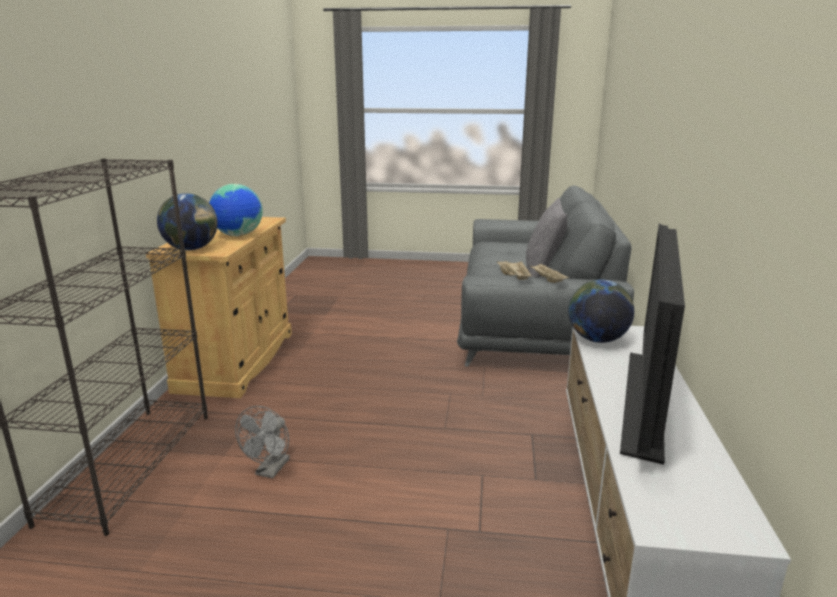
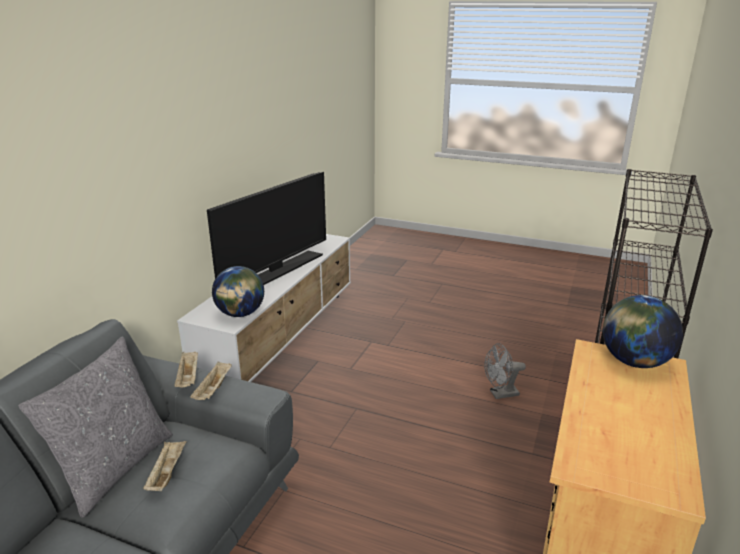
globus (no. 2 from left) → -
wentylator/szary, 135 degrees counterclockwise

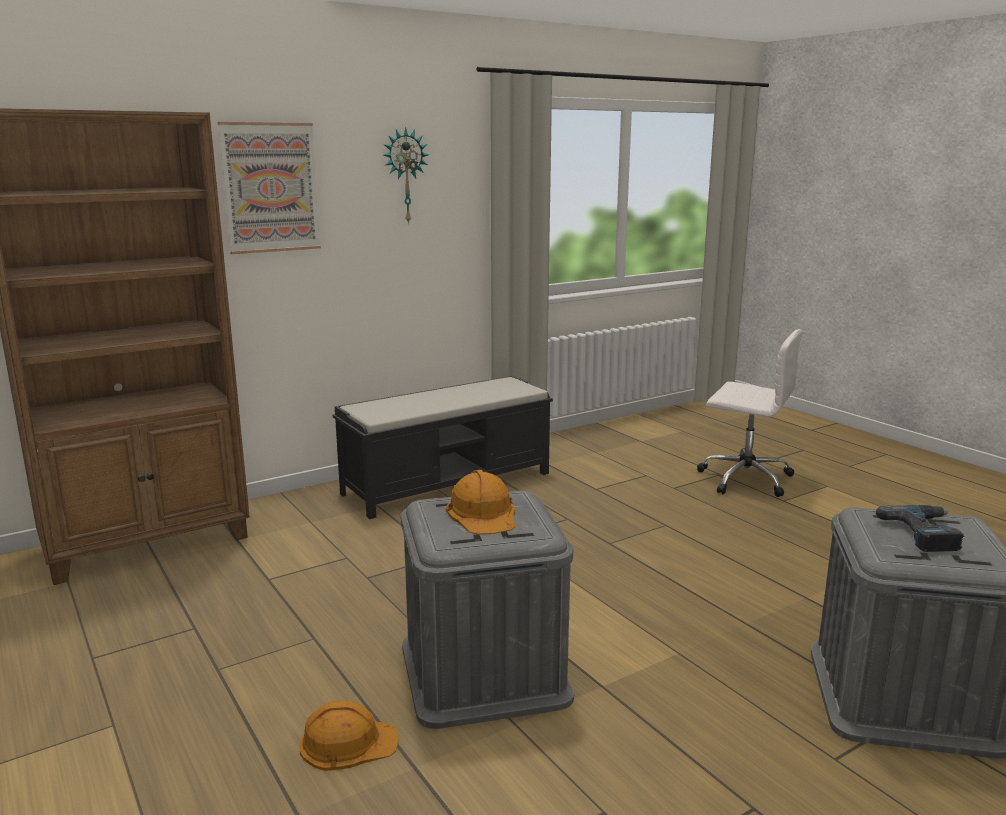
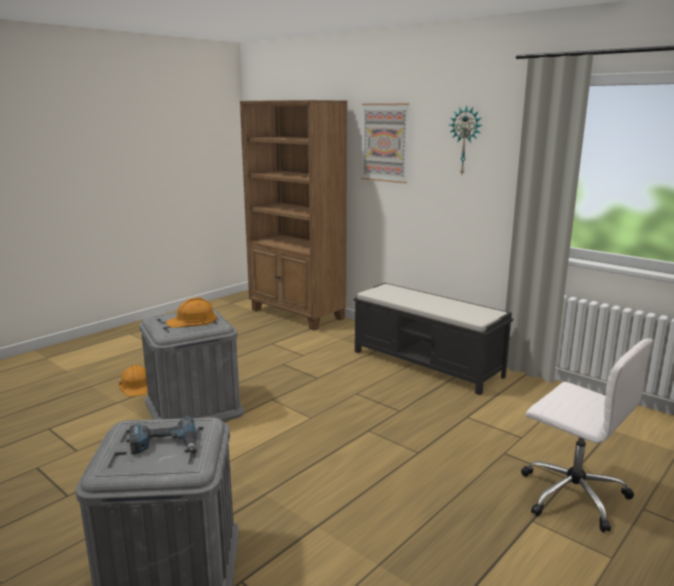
krzesło biurowe/biały, 60 degrees counterclockwise

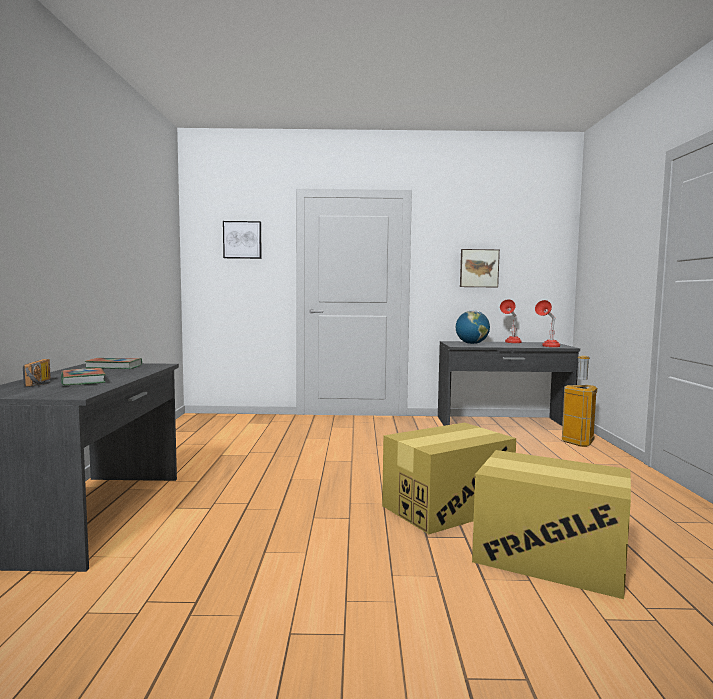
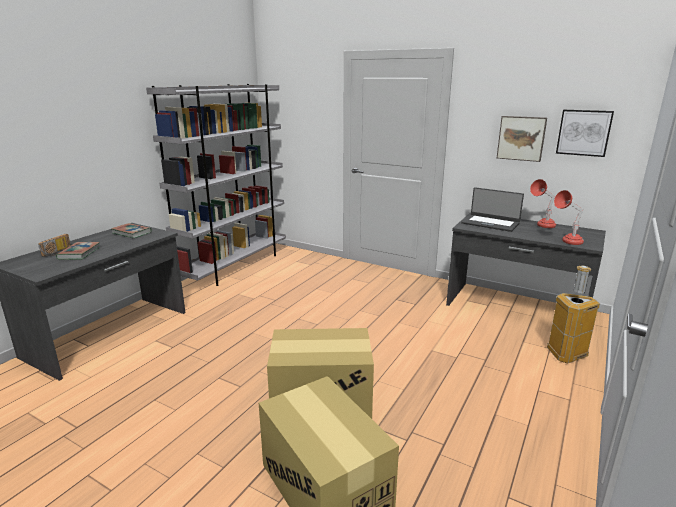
- → regał/szary
obraz (no. 1 from left in the first image) → obraz (no. 2 from left), relocated
globus → laptop

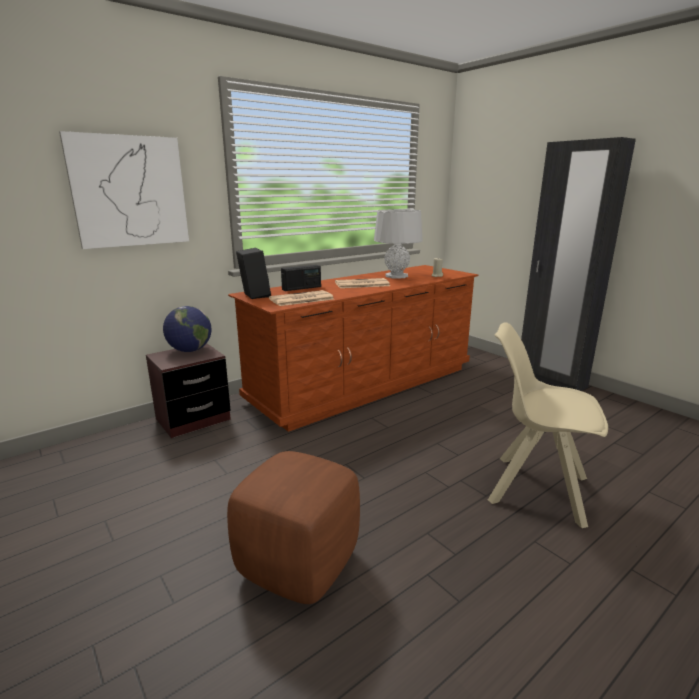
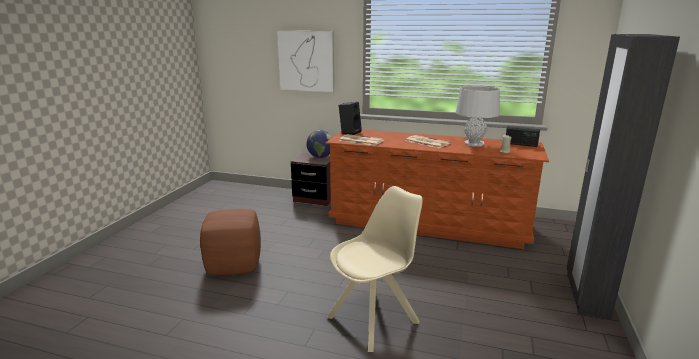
radio, relocated
krzesło/beżowy, 60 degrees clockwise

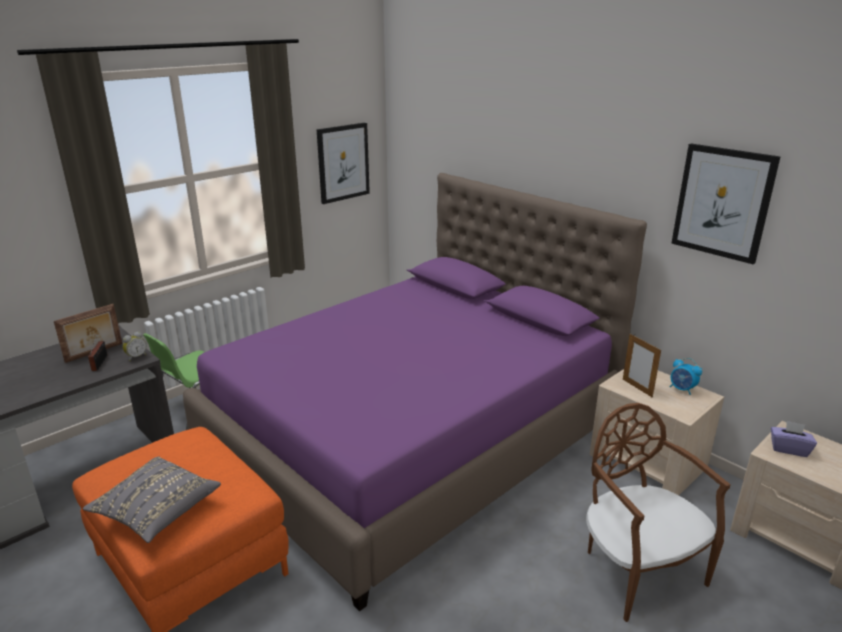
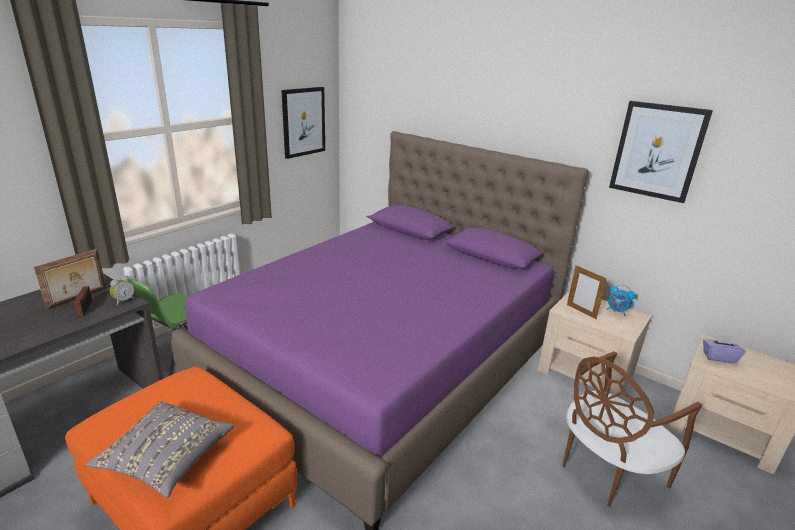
krzesło/brązowy, 90 degrees counterclockwise

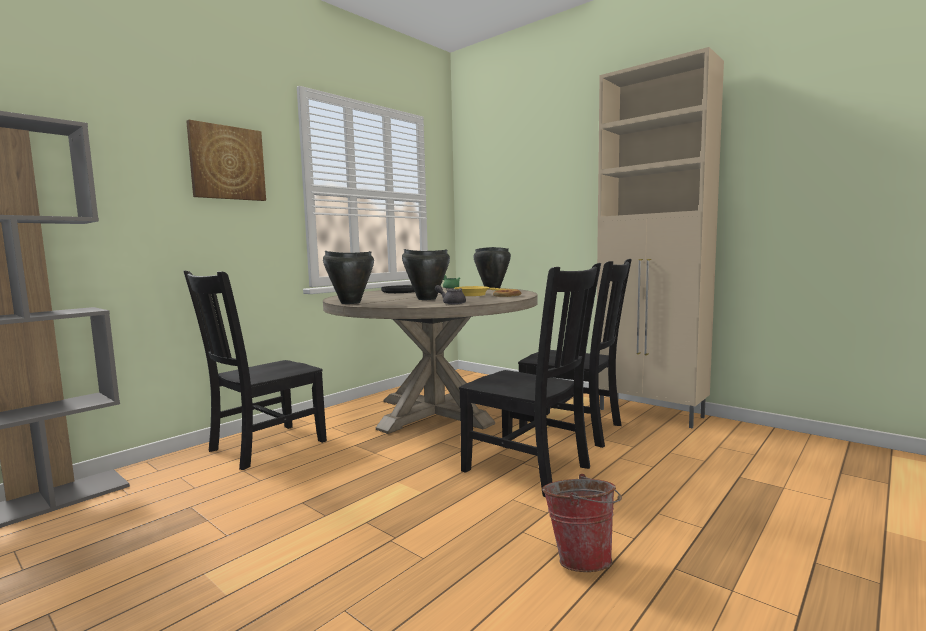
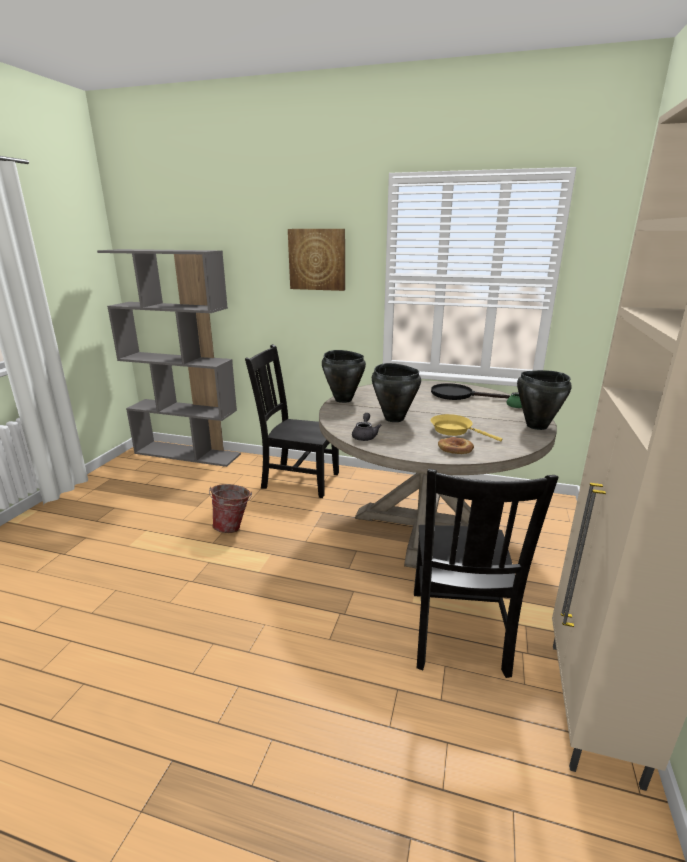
krzesło/czarny (no. 2 from left) → -
wiadro, relocated

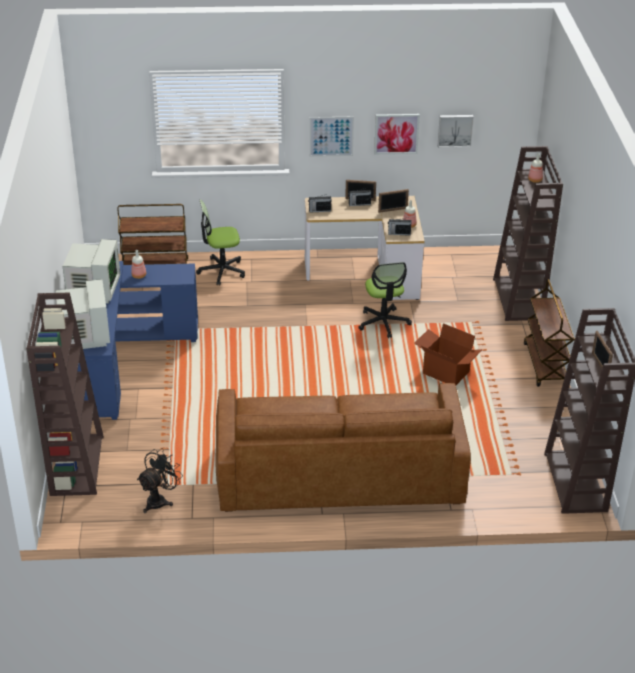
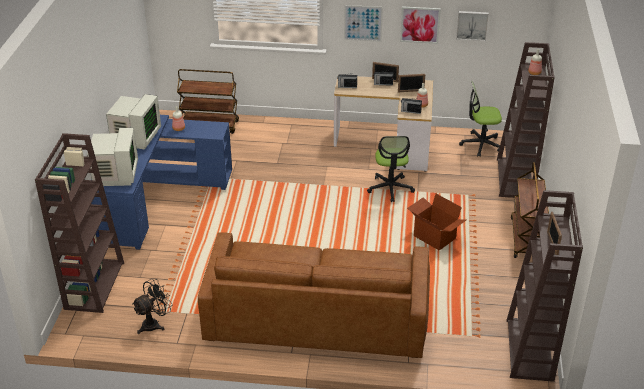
krzesło biurowe (no. 1 from left in the first image) → krzesło biurowe (no. 2 from left), relocated

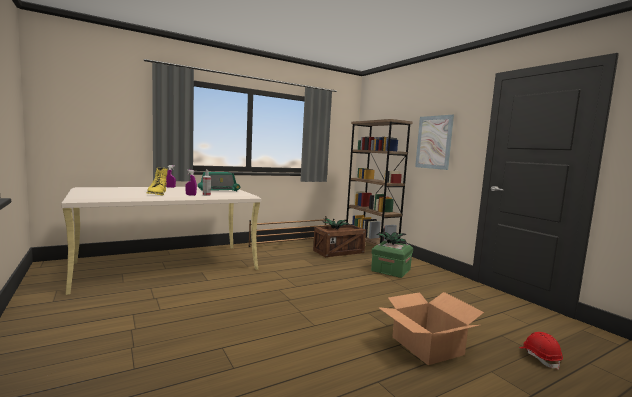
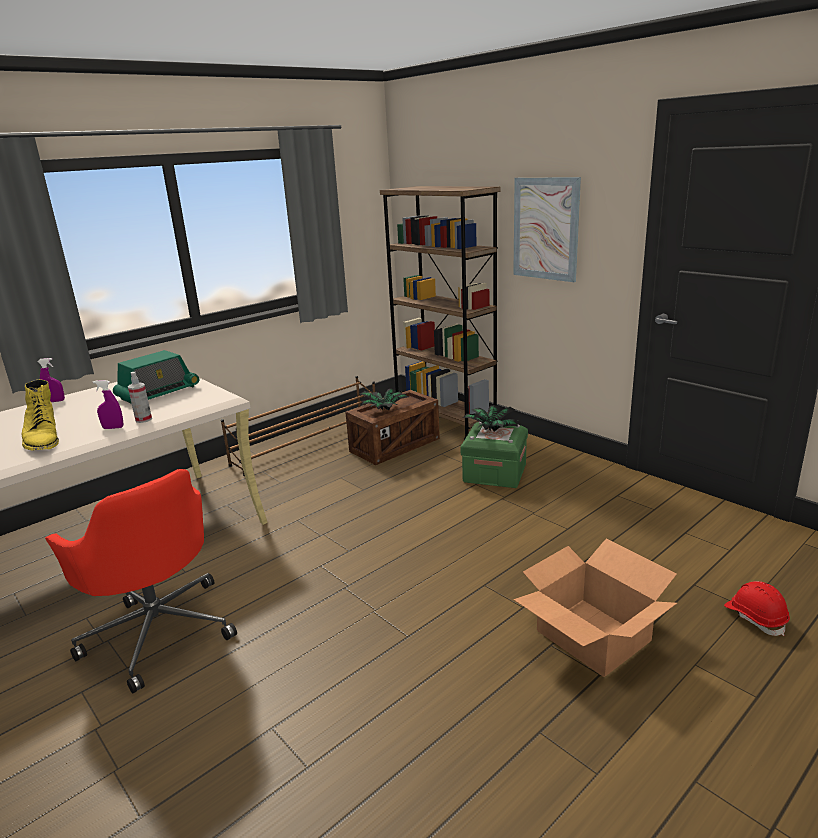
- → krzesło biurowe/czerwony

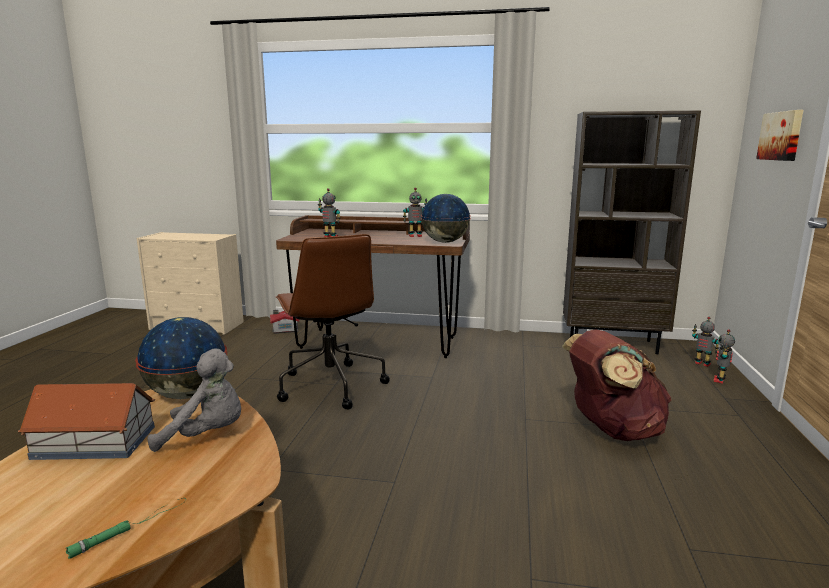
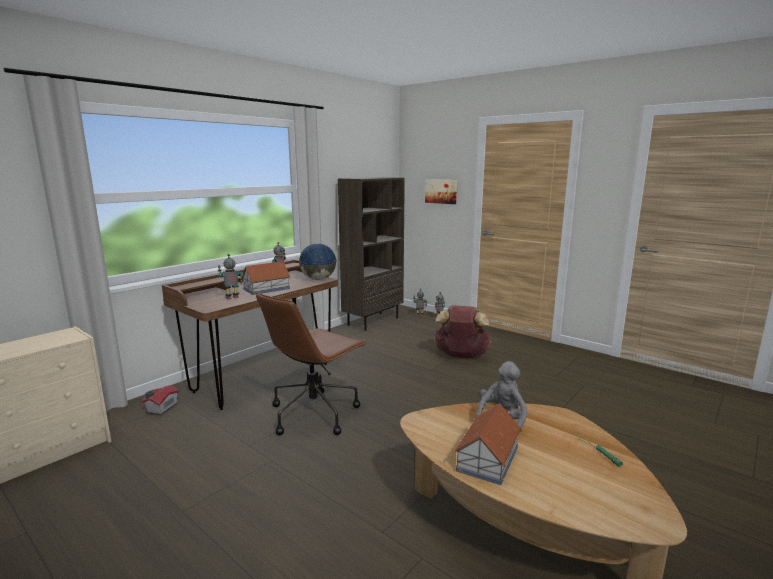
globus (no. 1 from left) → -
- → domek (no. 2 from left)
krzesło biurowe/brązowy, 120 degrees clockwise

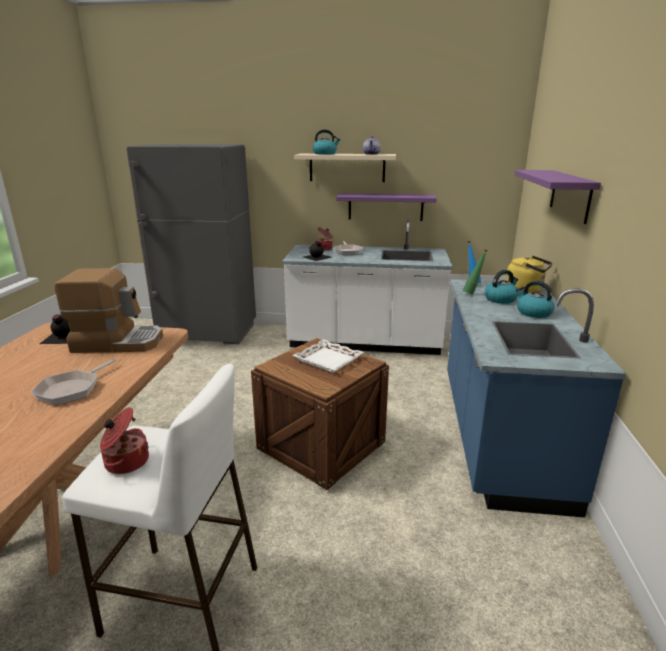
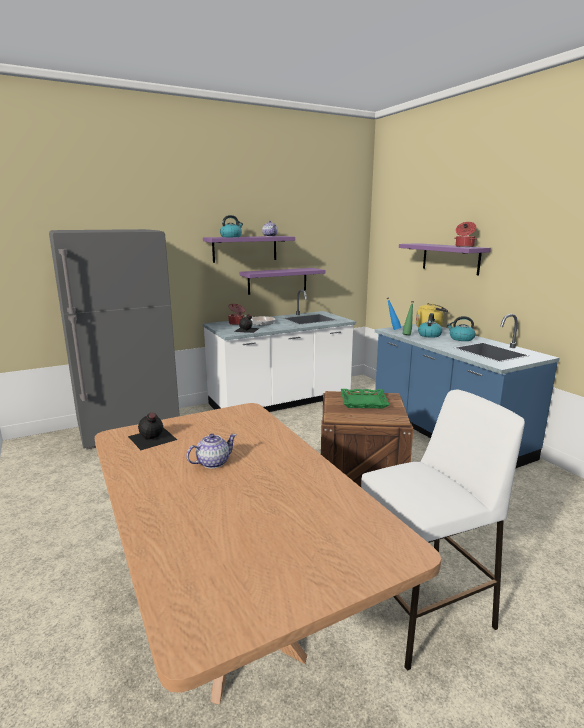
patelnia (no. 1 from left) → -
ekspres do kawy → -
- → imbryk (no. 1 from left)
garnek (no. 1 from left in the first image) → garnek (no. 2 from left), relocated
taca/biały → taca/zielony
półka/beżowy → półka/fioletowy (no. 1 from left)

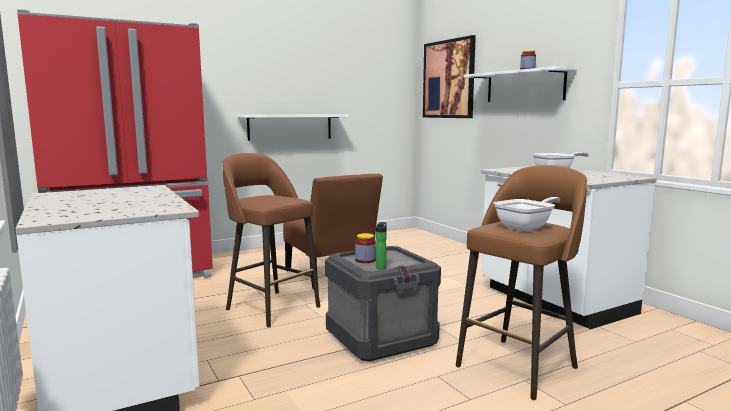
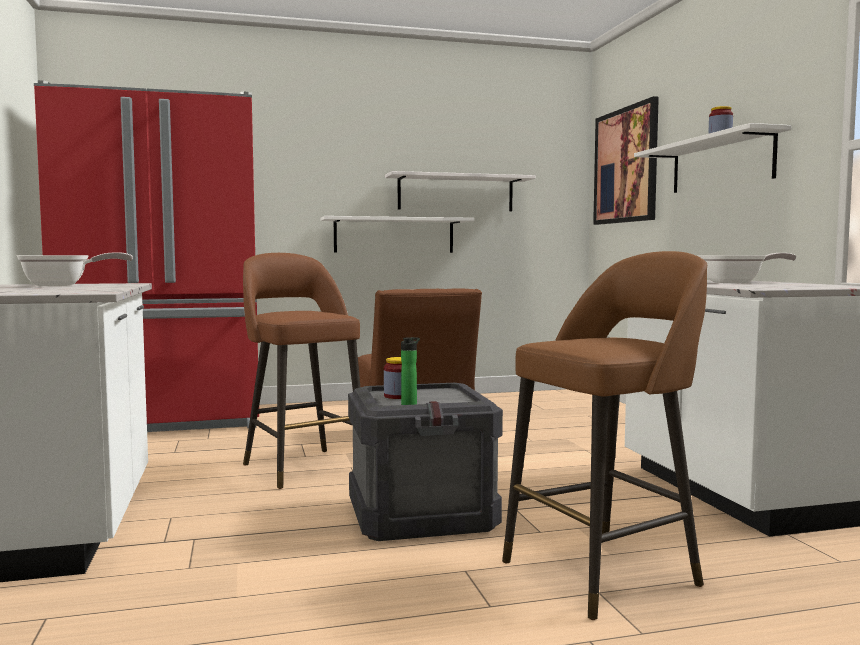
- → półka/biały (no. 2 from left)
patelnia (no. 1 from left), relocated

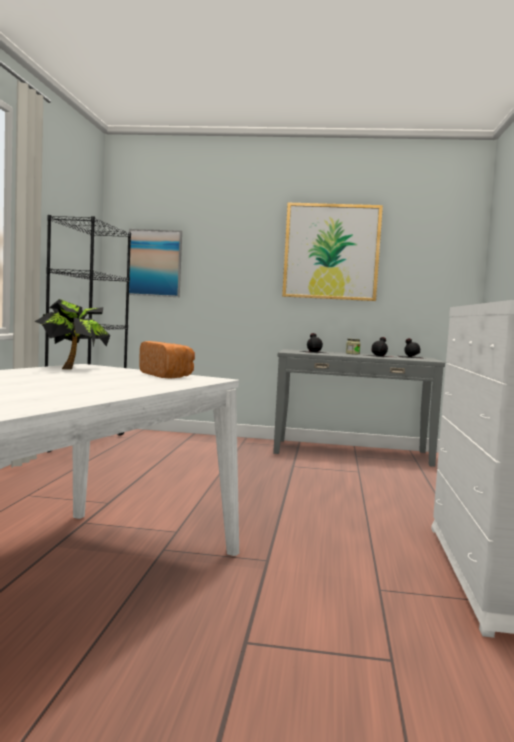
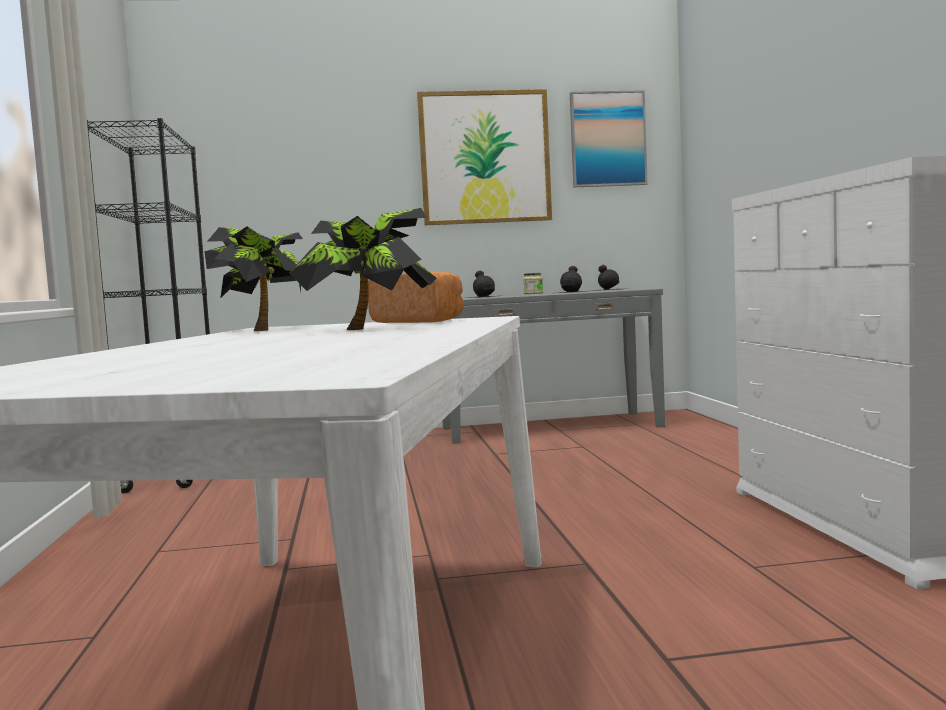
- → roślina doniczkowa (no. 2 from left)
obraz (no. 1 from left in the first image) → obraz (no. 2 from left), relocated

